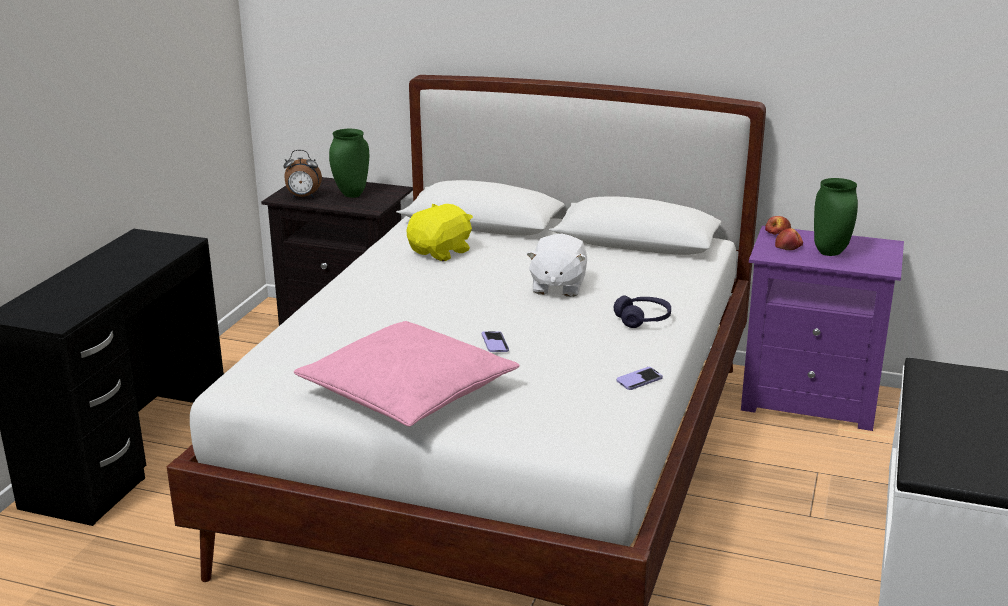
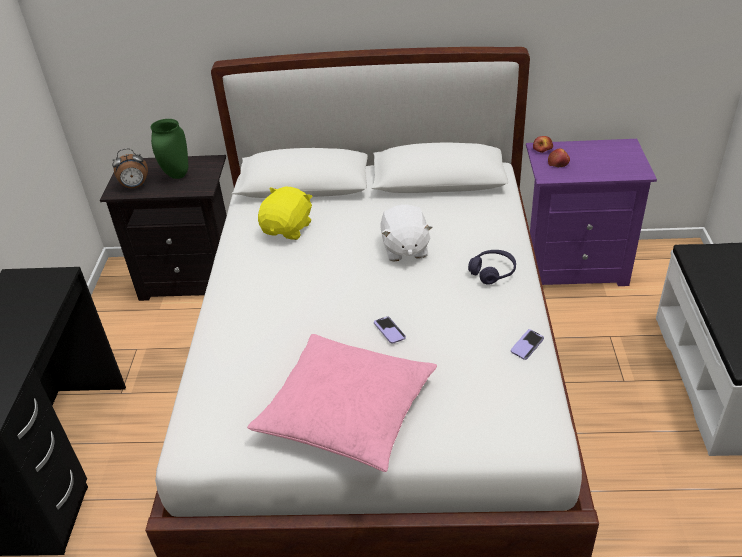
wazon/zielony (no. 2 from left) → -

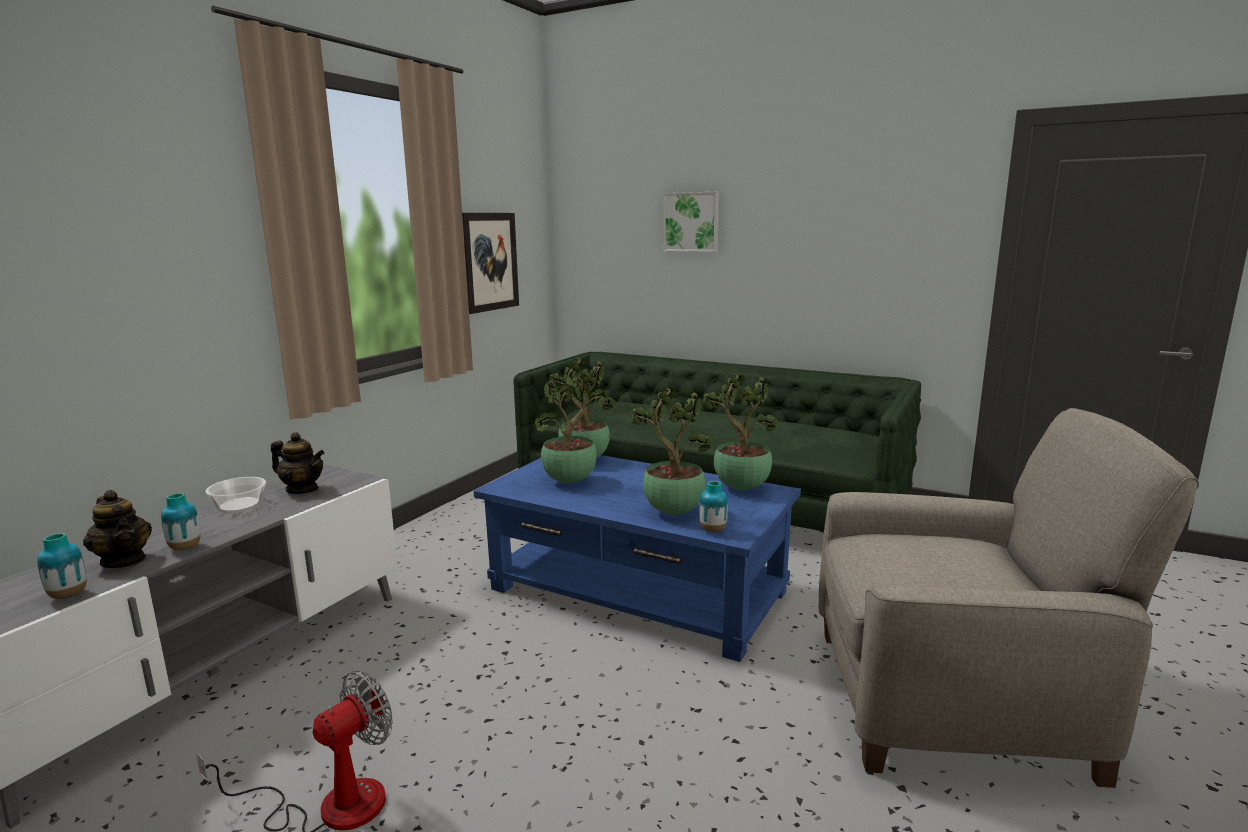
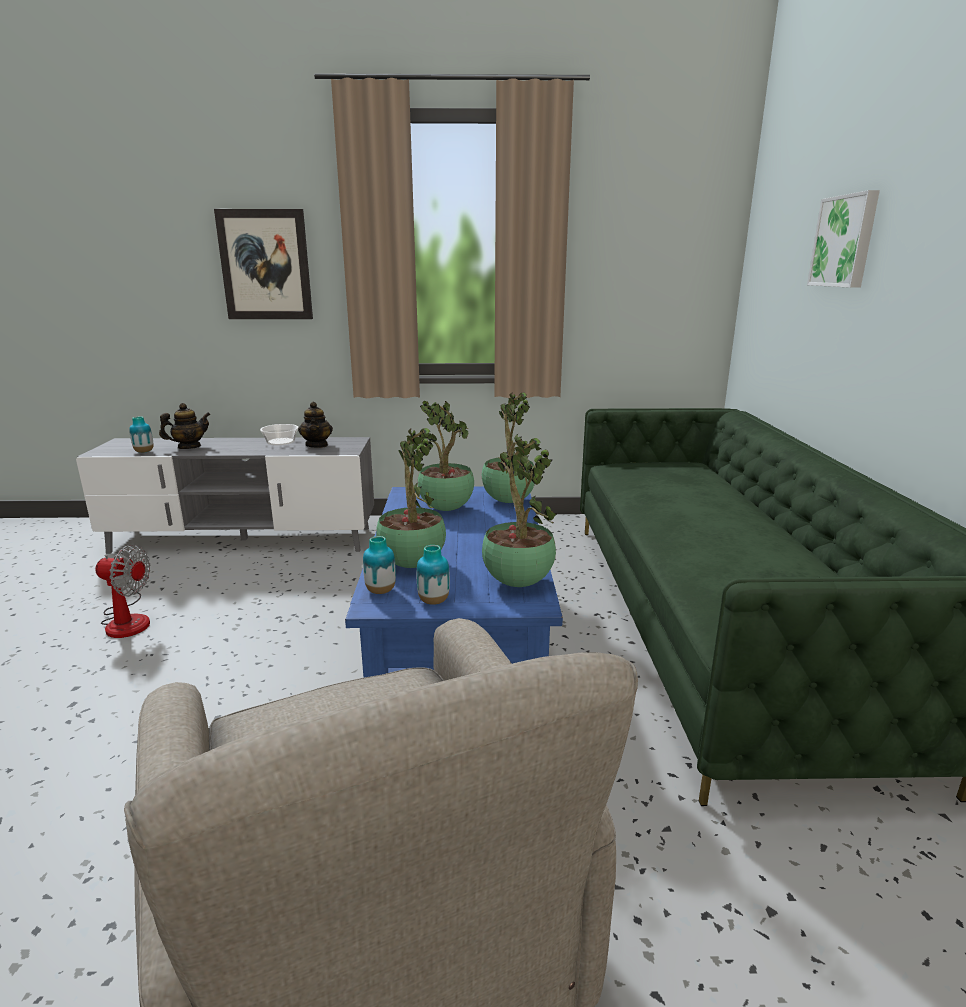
wazon (no. 2 from left in the first image) → wazon (no. 3 from left), relocated
obraz (no. 1 from left), relocated
imbryk (no. 1 from left), 135 degrees counterclockwise

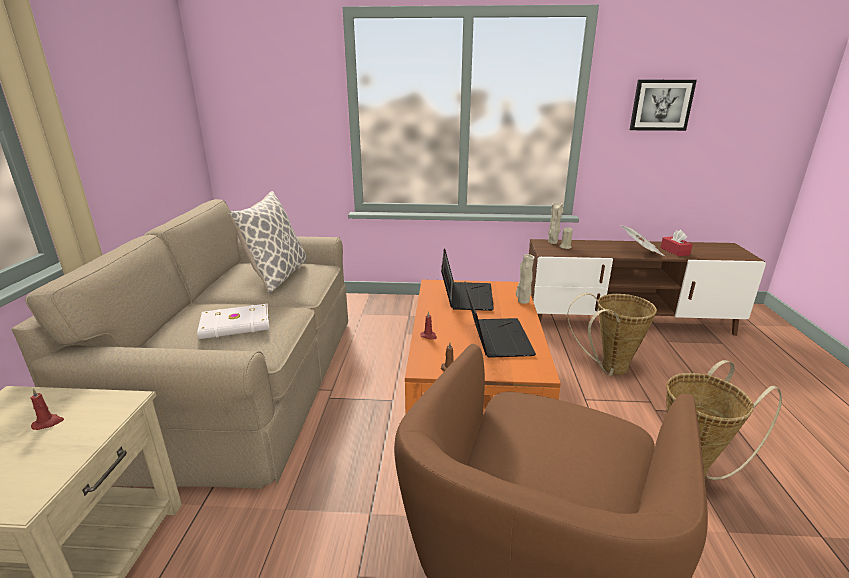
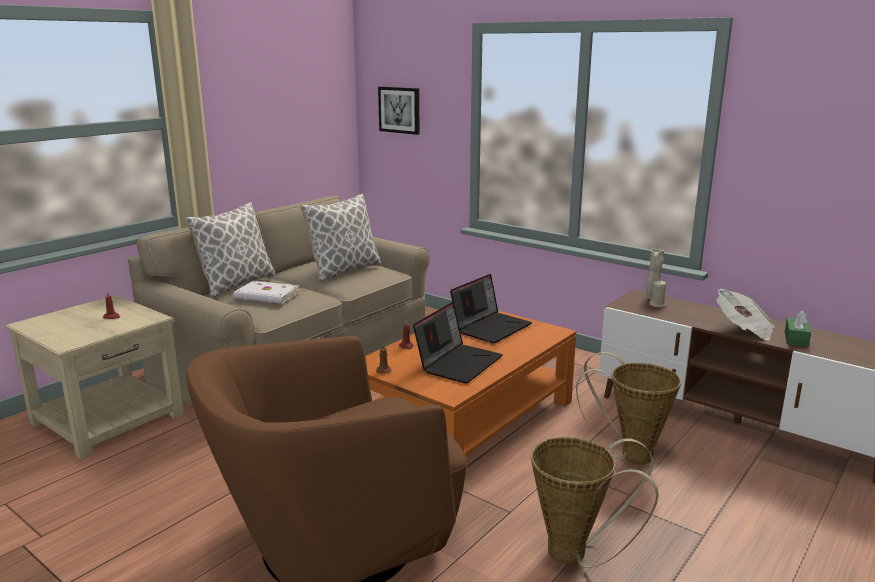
wazon/beżowy (no. 1 from left) → -
- → poduszka (no. 1 from left)
obraz, relocated
pudełko chusteczek/czerwony → pudełko chusteczek/zielony

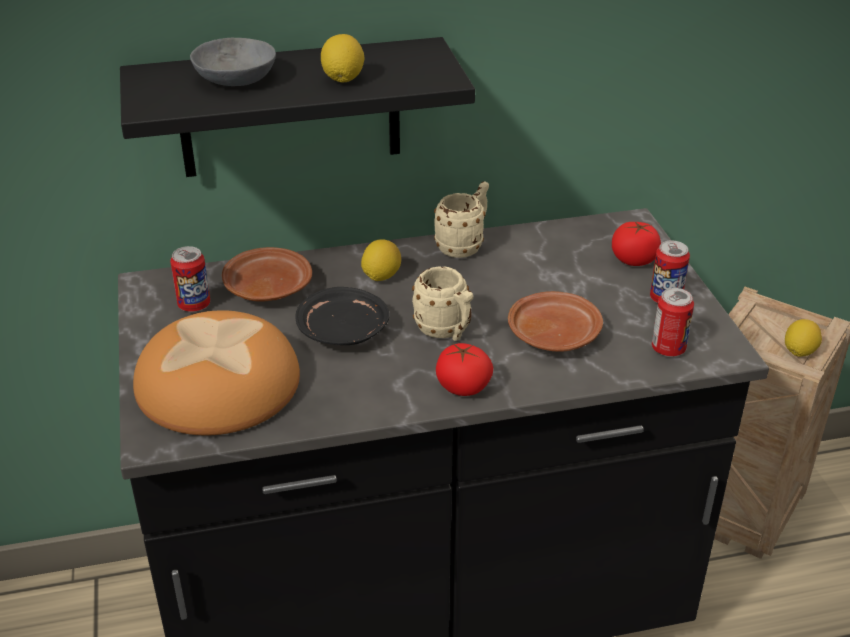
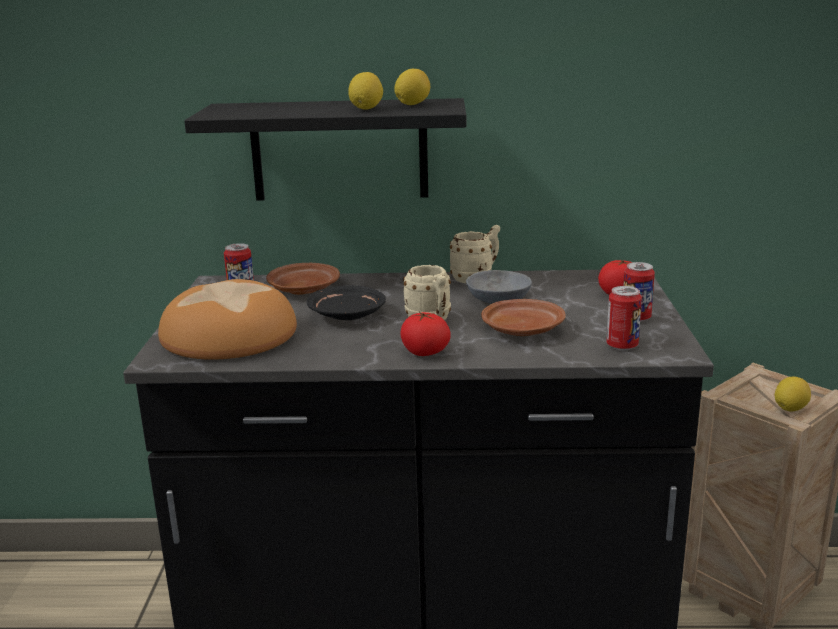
miska/szary, relocated
cytryna (no. 2 from left), relocated

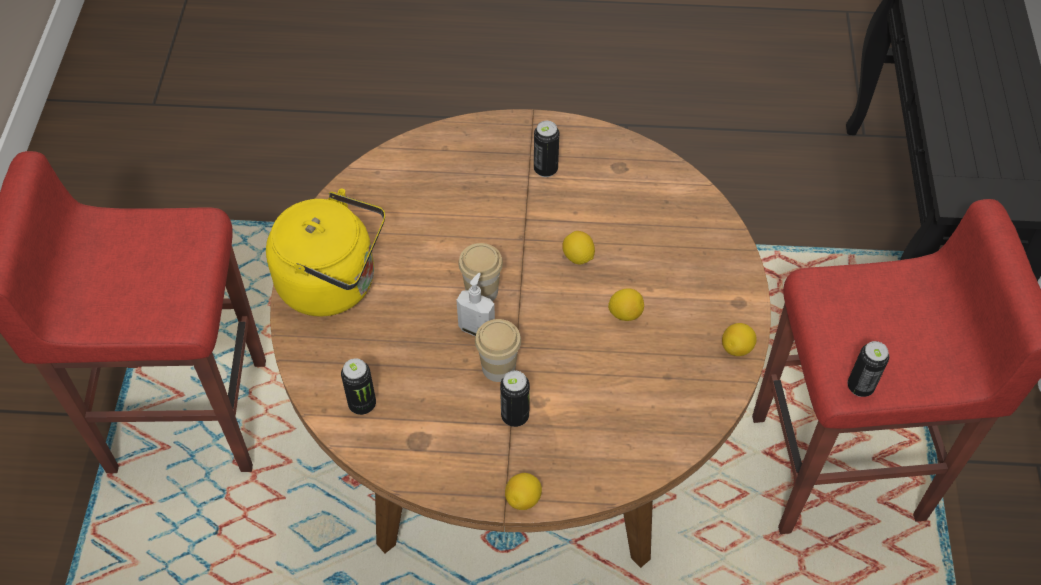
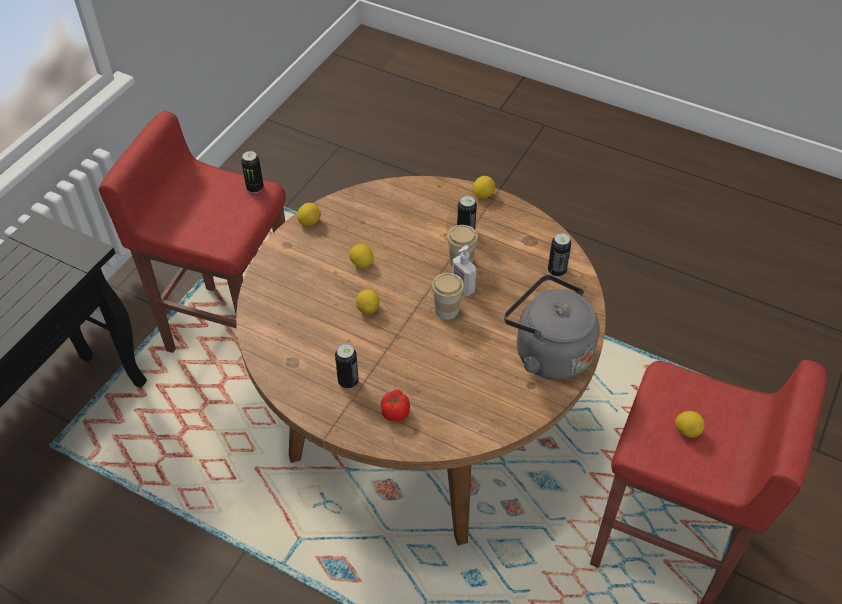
- → pomidor
- → cytryna (no. 5 from left)
czajnik/żółty → czajnik/szary

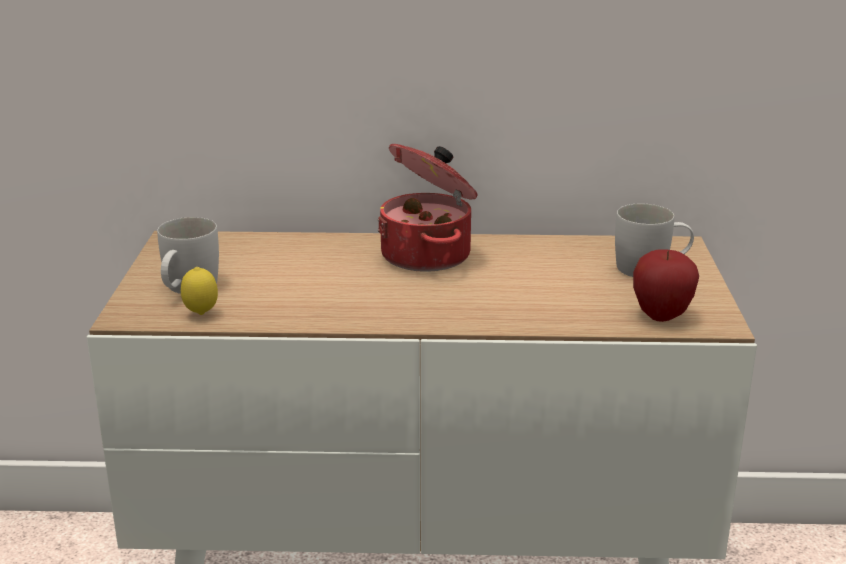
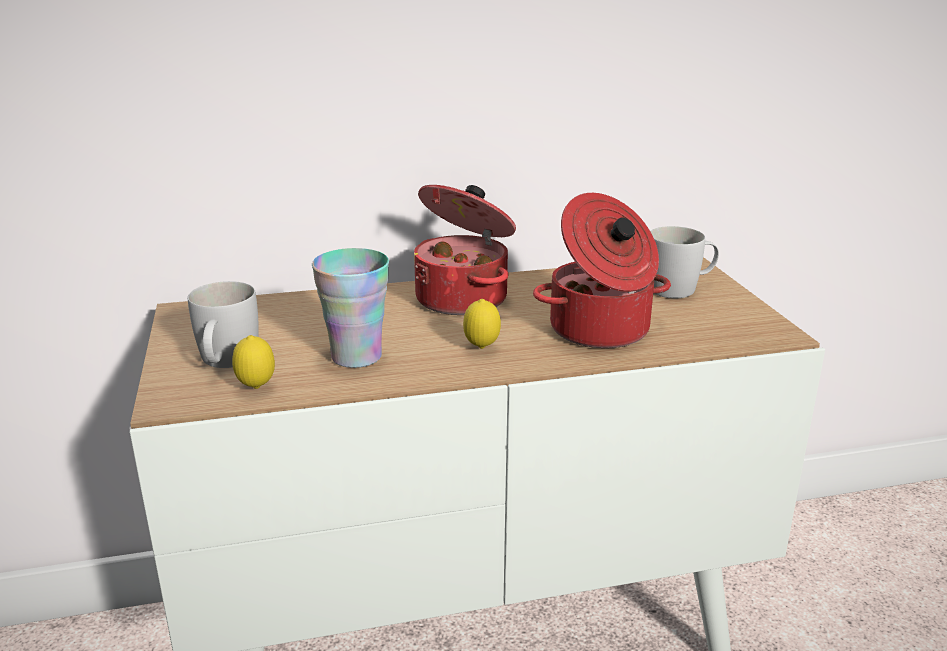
jabłko → -
- → filiżanka
- → cytryna (no. 2 from left)
- → garnek (no. 2 from left)

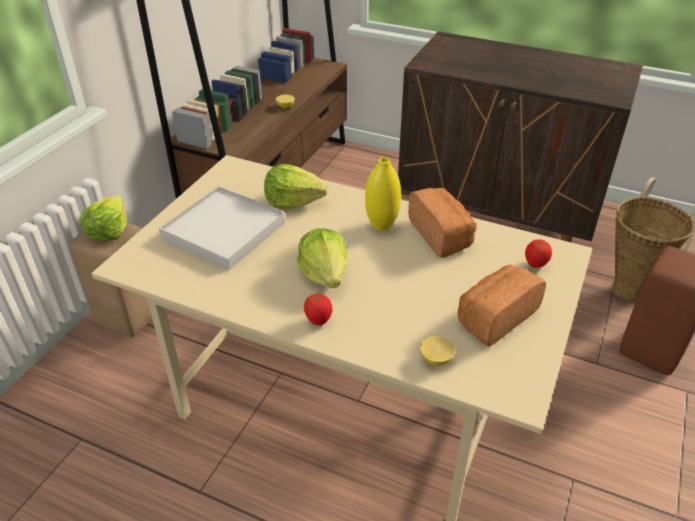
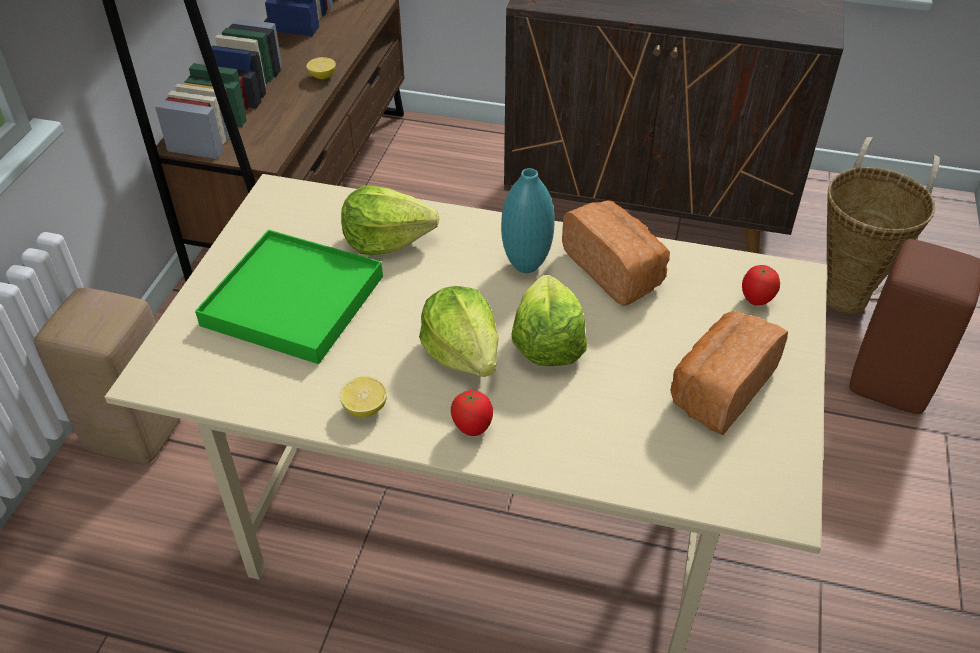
sałata (no. 1 from left in the first image) → sałata (no. 3 from left), relocated
cytryna (no. 2 from left), relocated
taca/biały → taca/zielony
wazon/żółty → wazon/turkusowy

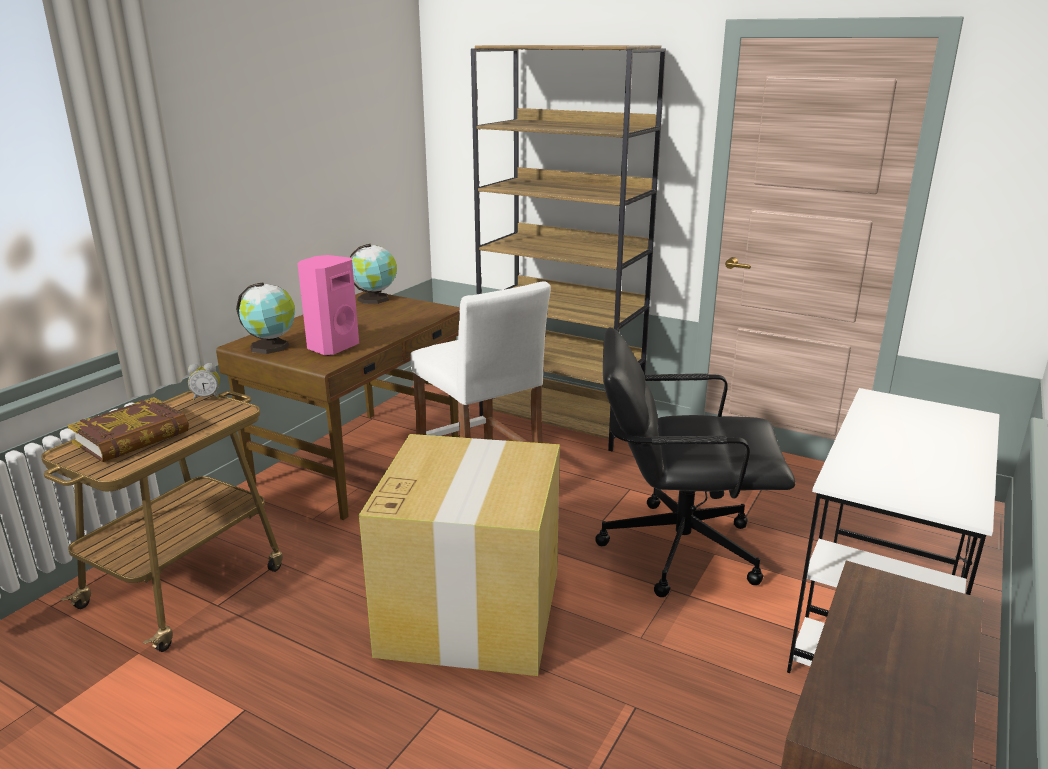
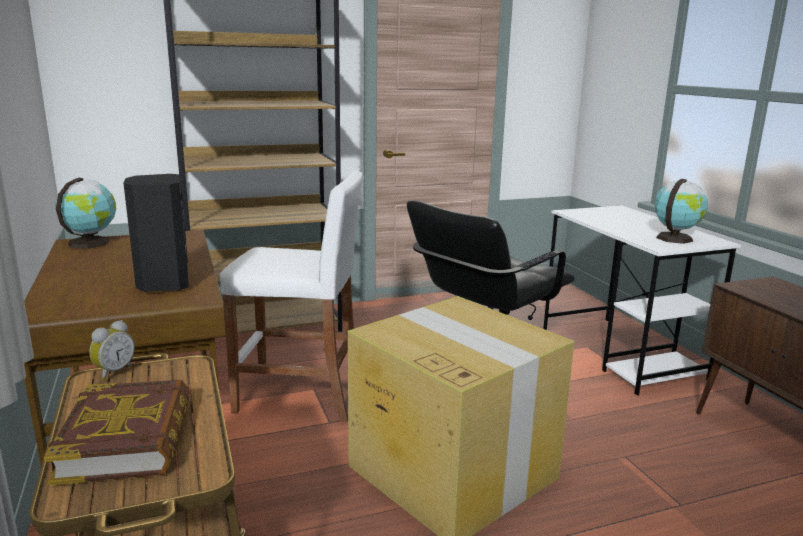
globus (no. 1 from left in the first image) → globus (no. 2 from left), relocated
głośnik/różowy → głośnik/czarny

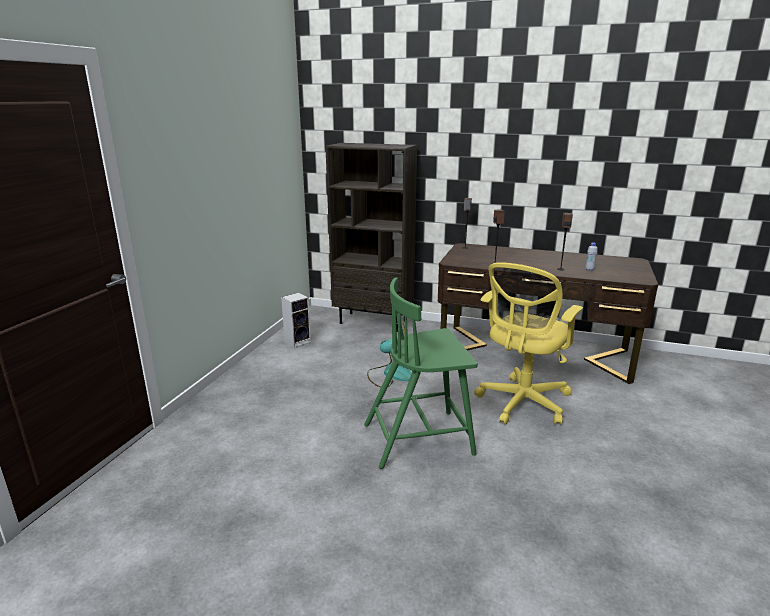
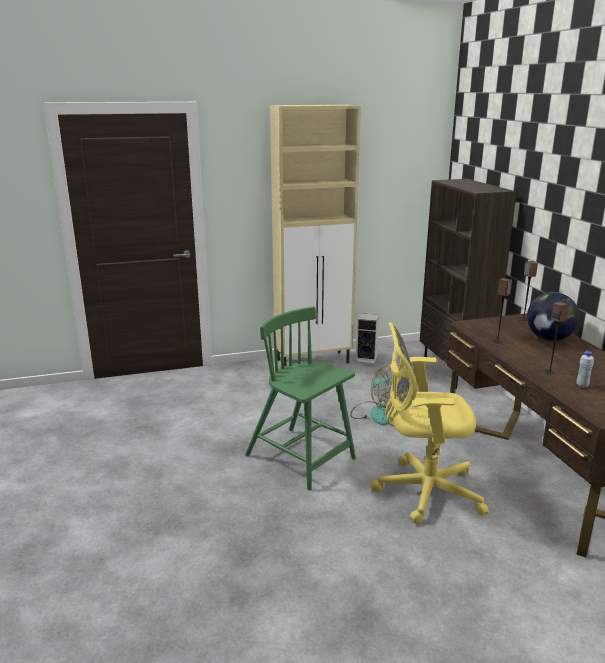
- → szafka/beżowy
- → globus

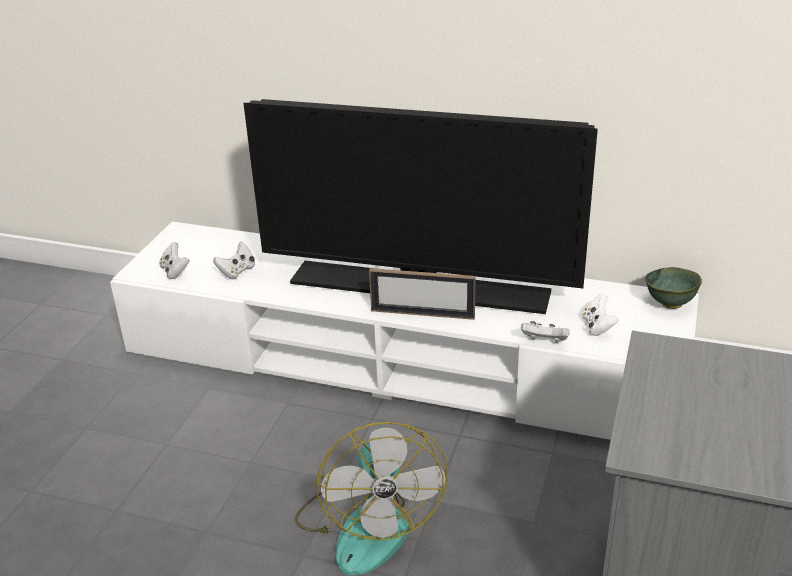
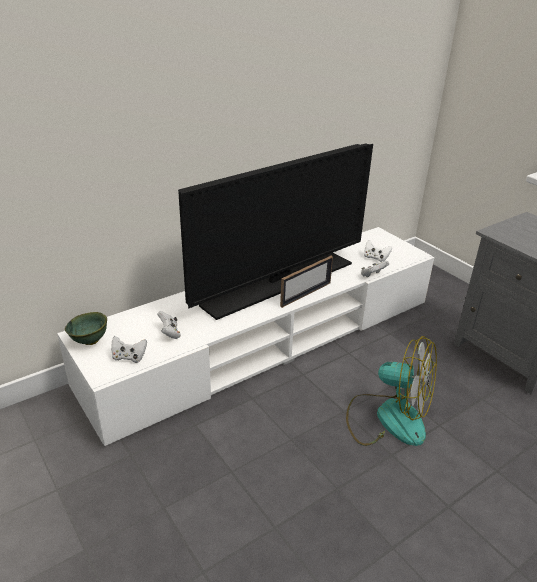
miska/zielony, relocated

